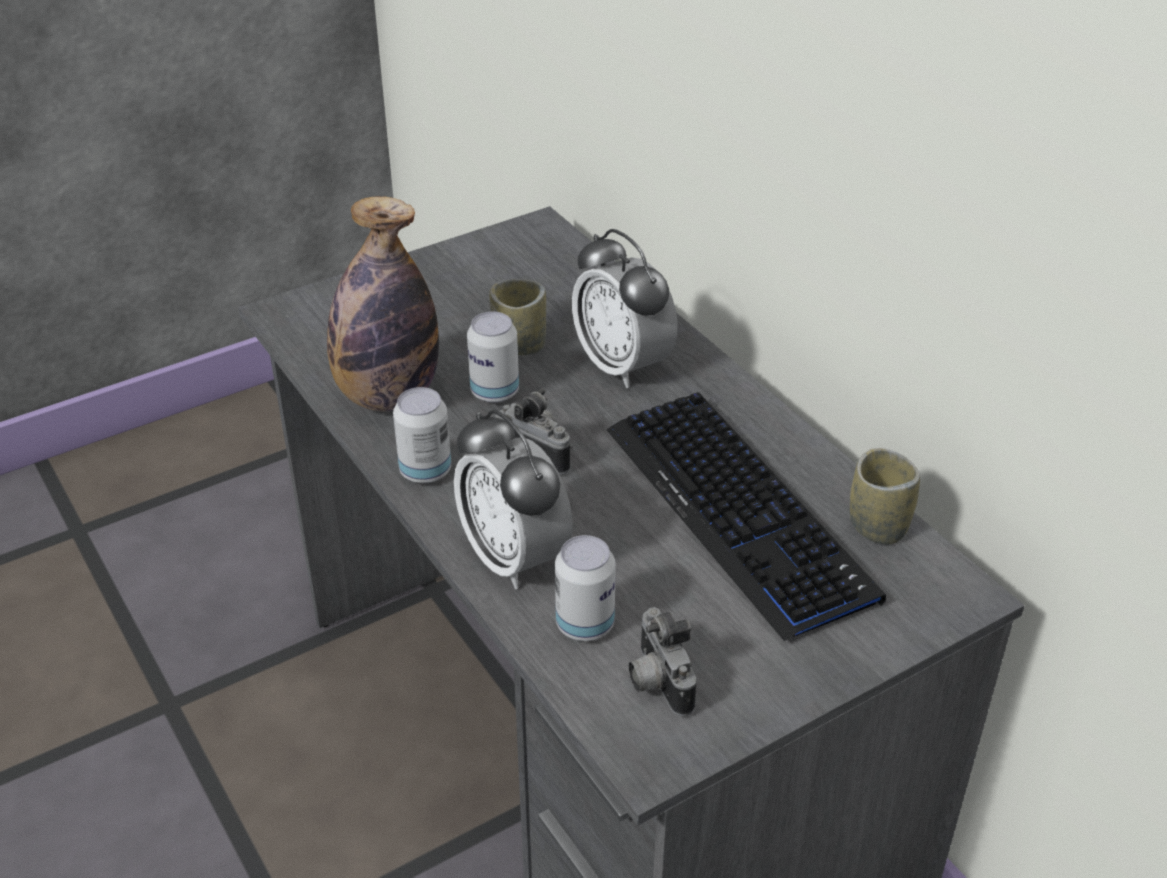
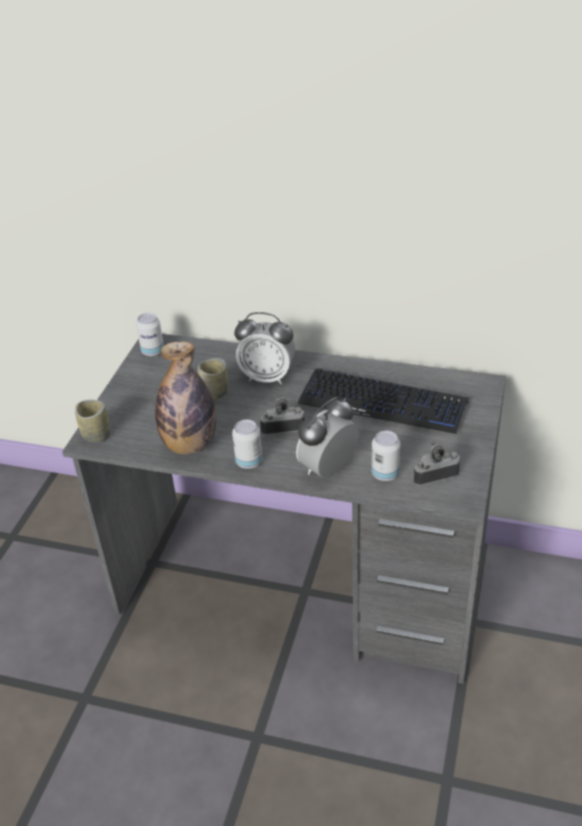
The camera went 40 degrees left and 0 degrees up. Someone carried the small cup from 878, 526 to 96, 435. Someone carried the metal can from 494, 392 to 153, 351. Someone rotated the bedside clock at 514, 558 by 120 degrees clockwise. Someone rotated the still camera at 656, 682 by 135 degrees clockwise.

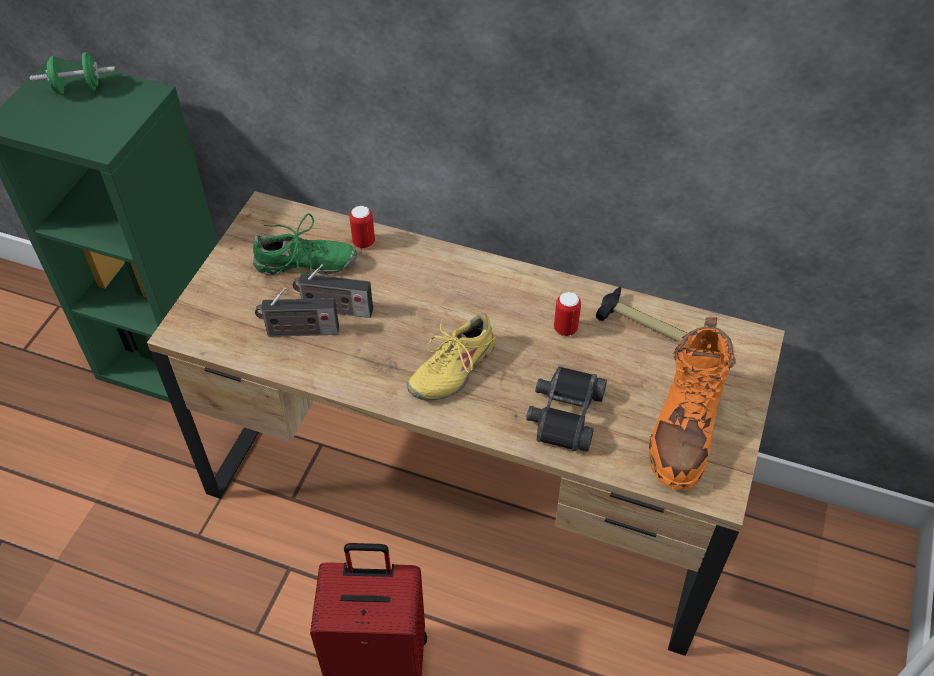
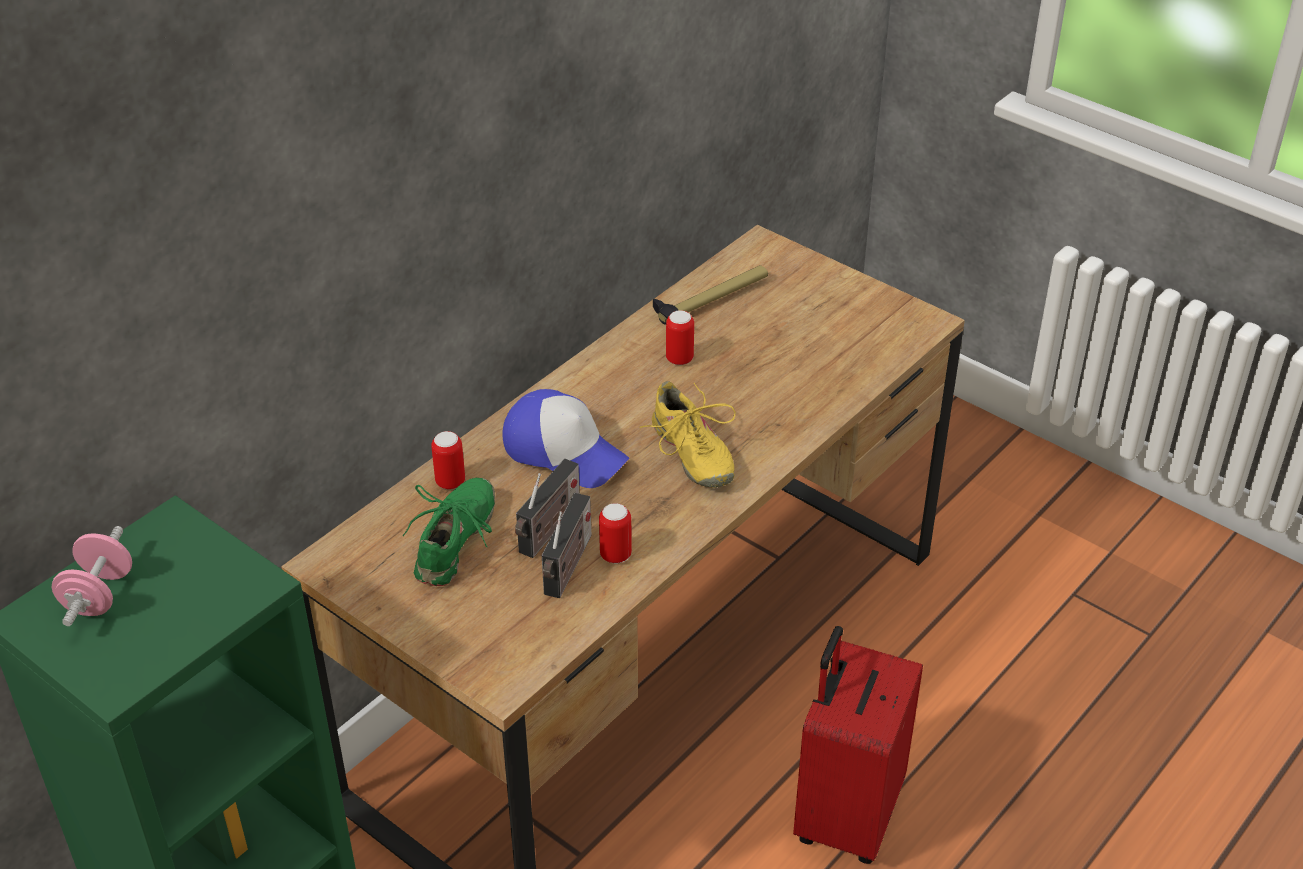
The camera went 70 degrees left and 10 degrees down. Someone repainted the hand weight in greenish at 78, 88, which became the hand weight in pink-coloured at 98, 595. Someone put down the baseball cap at 564, 451. Someone put down the metal can at 615, 555. Someone took away the binoculars in blackish at 564, 414. Someone took away the tall boot in orange-coloured at 684, 429.

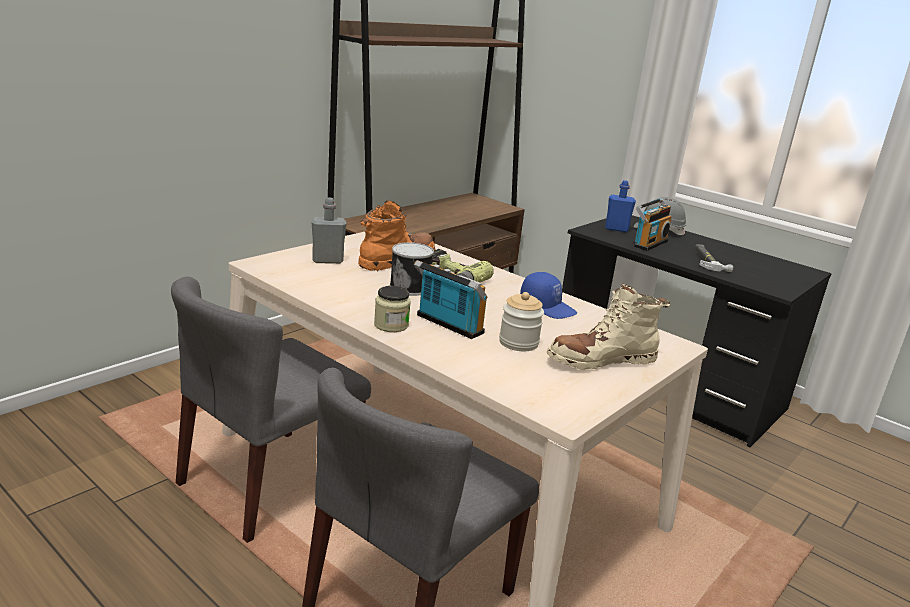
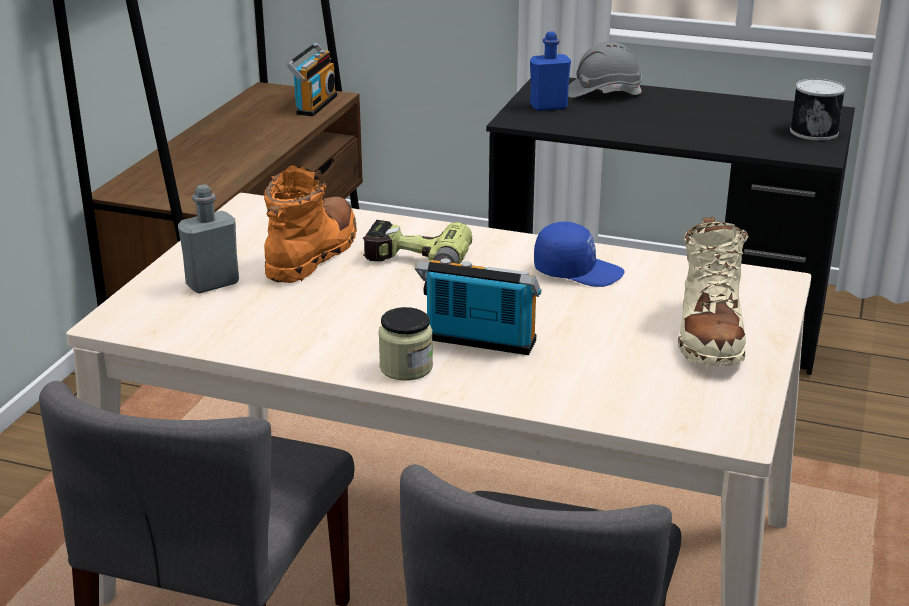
The camera went 20 degrees left and 5 degrees up. Someone carried the radio receiver from 648, 243 to 314, 104. Someone rotated the tall boot in sand-coloured at 601, 360 by 45 degrees counterclockwise. Someone carried the metal can from 411, 287 to 814, 131. Someone took away the jar at 518, 343. Someone took away the hammer at 708, 260.

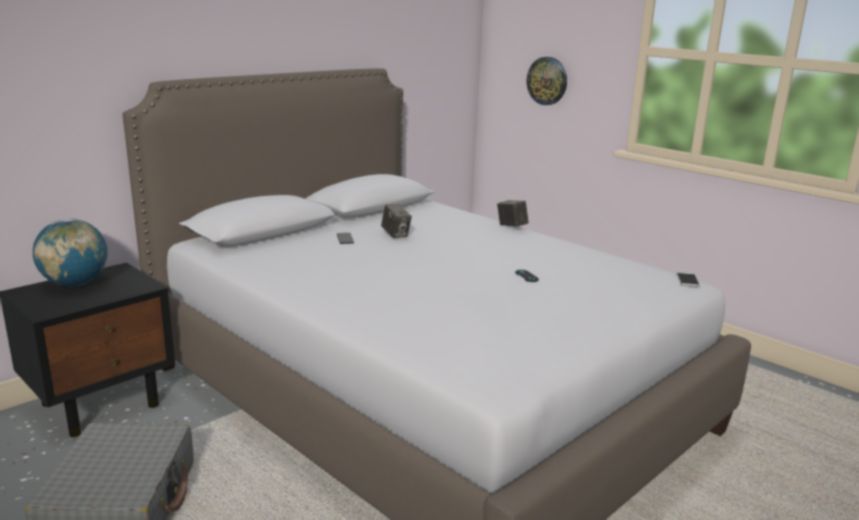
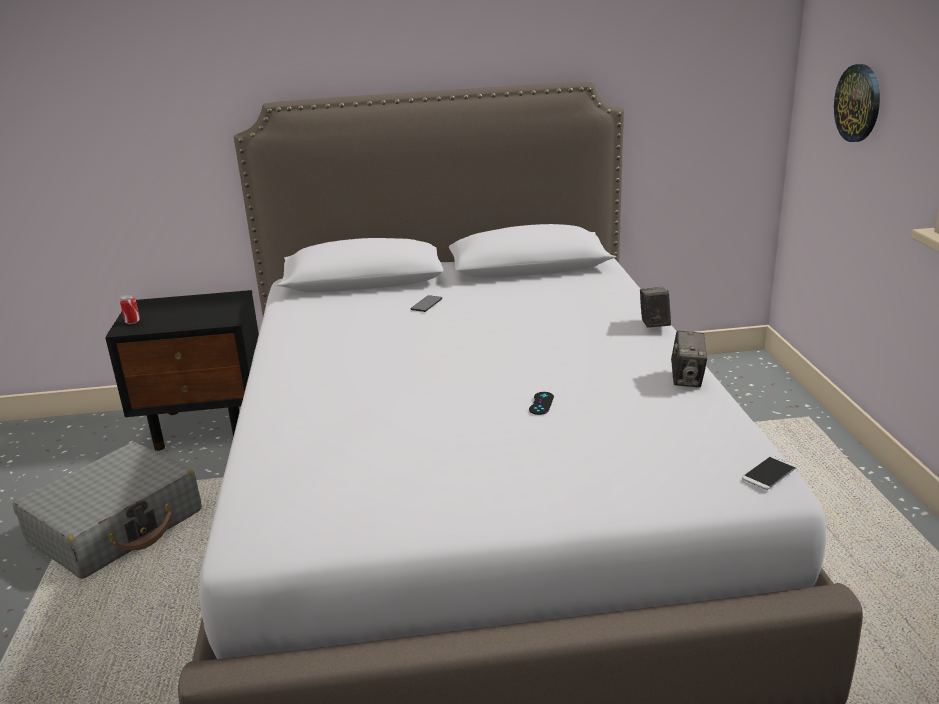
The camera went 40 degrees right and 5 degrees up. Someone put down the metal can at 132, 322. Someone carried the still camera from 395, 235 to 687, 379. Someone took away the desk globe at 75, 284.

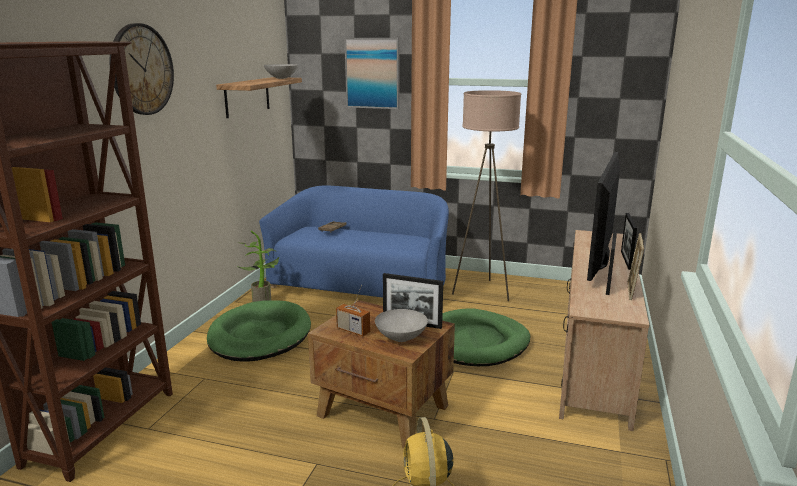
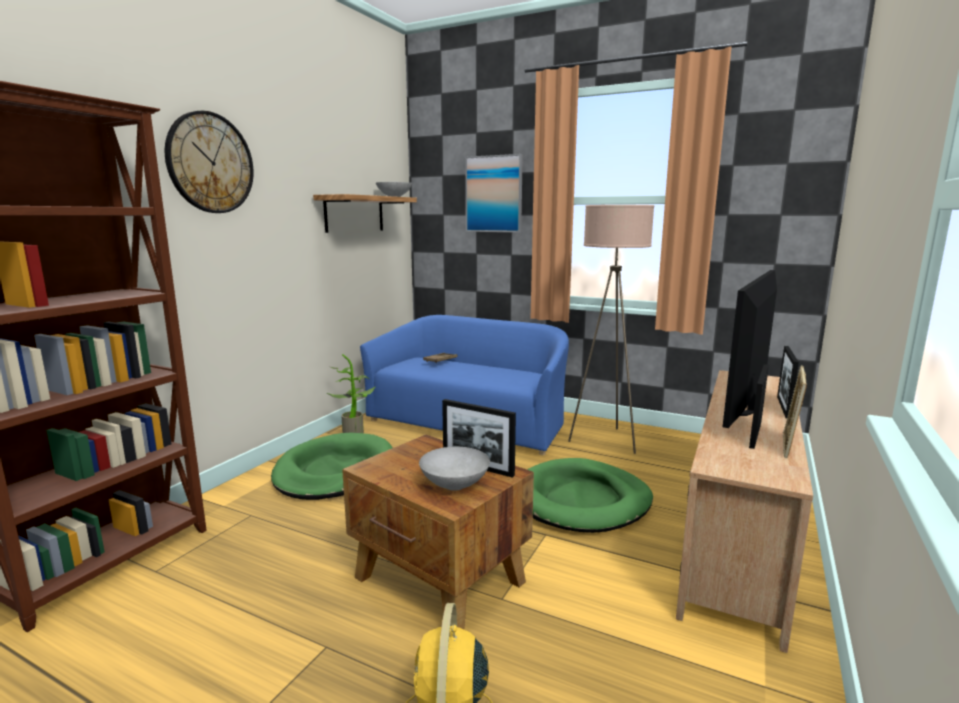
The camera went 10 degrees right and 5 degrees down. Someone took away the radio receiver at 353, 330.

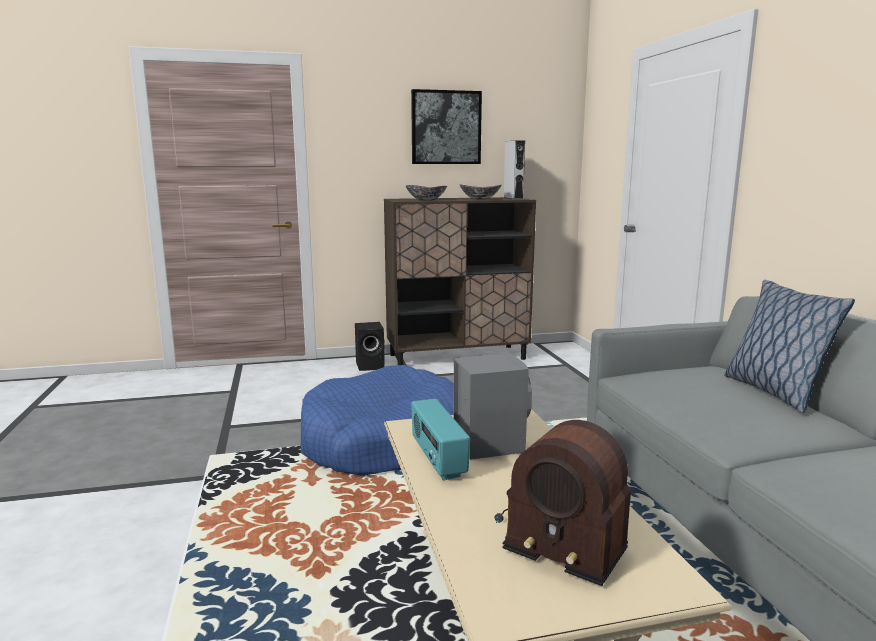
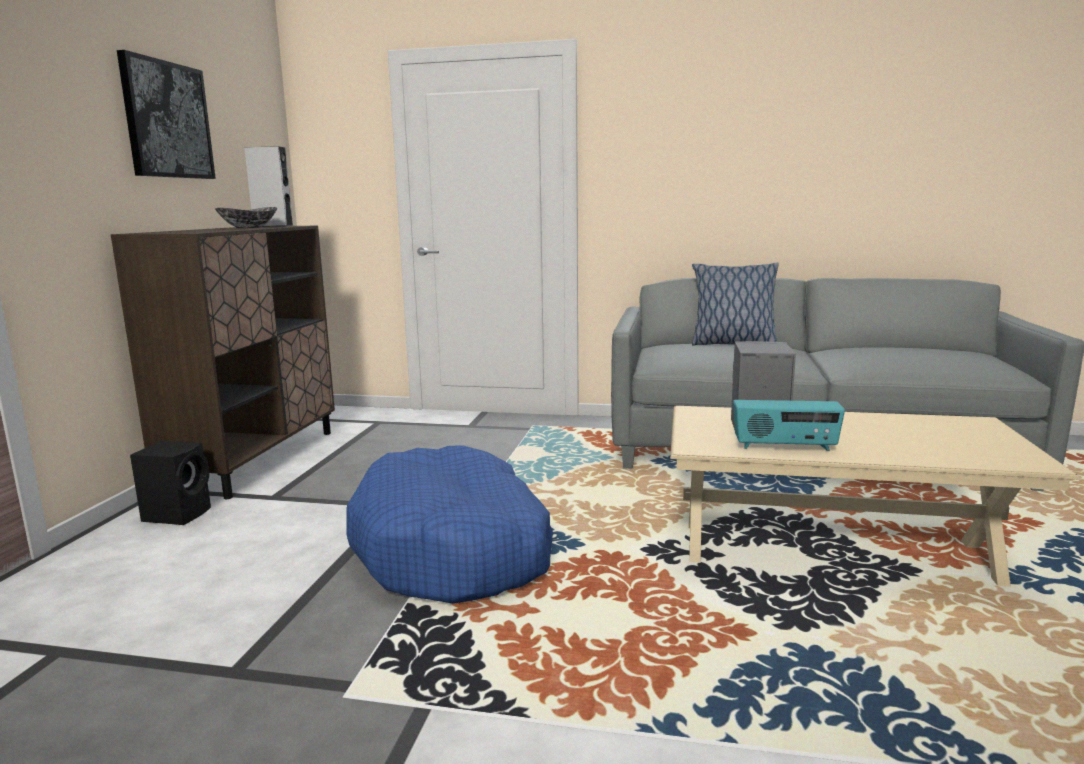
The camera went 65 degrees left and 0 degrees up. Someone took away the deep dish at 426, 200. Someone took away the radio receiver at 558, 532.

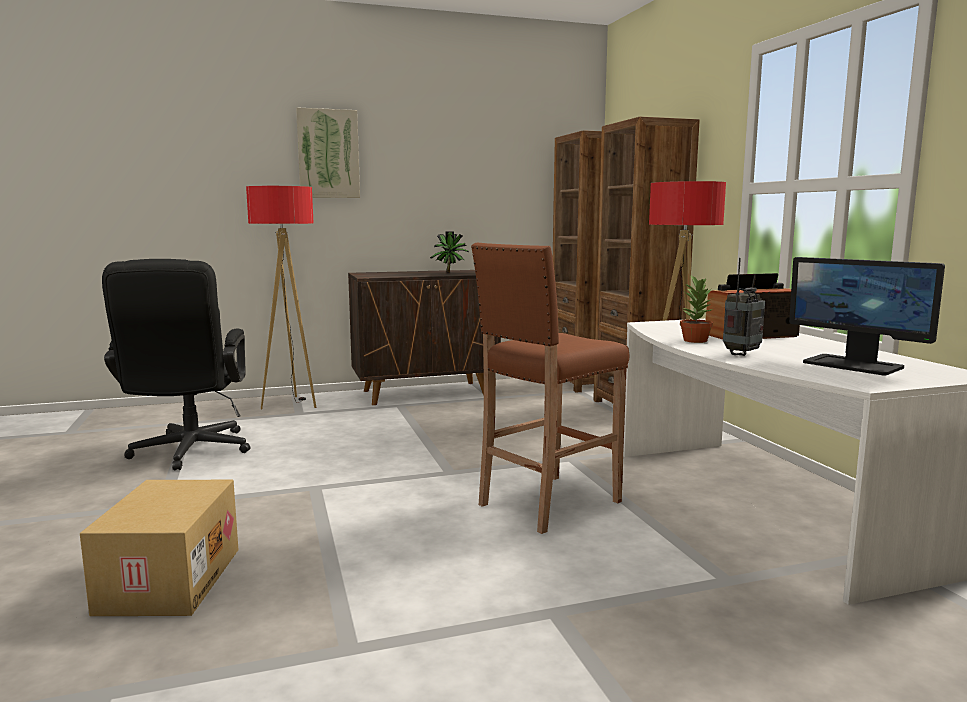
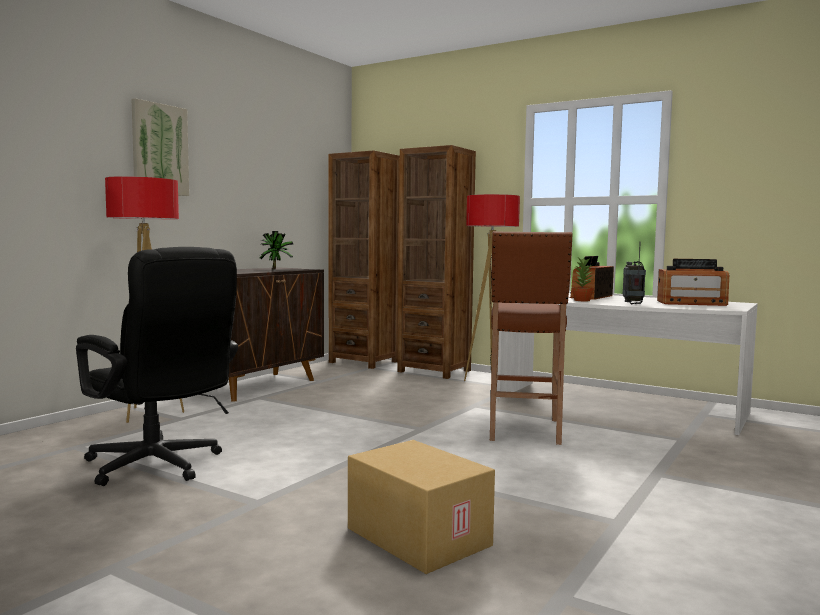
The camera went 40 degrees left and 5 degrees down. Someone swapped the computer display at 854, 365 for the radio receiver at 691, 303.

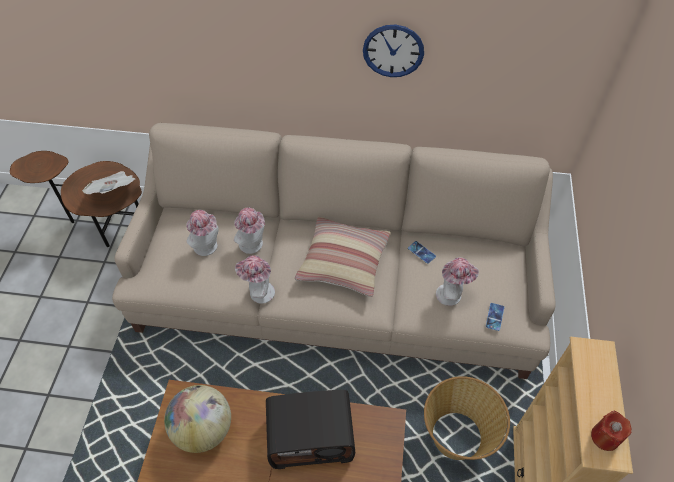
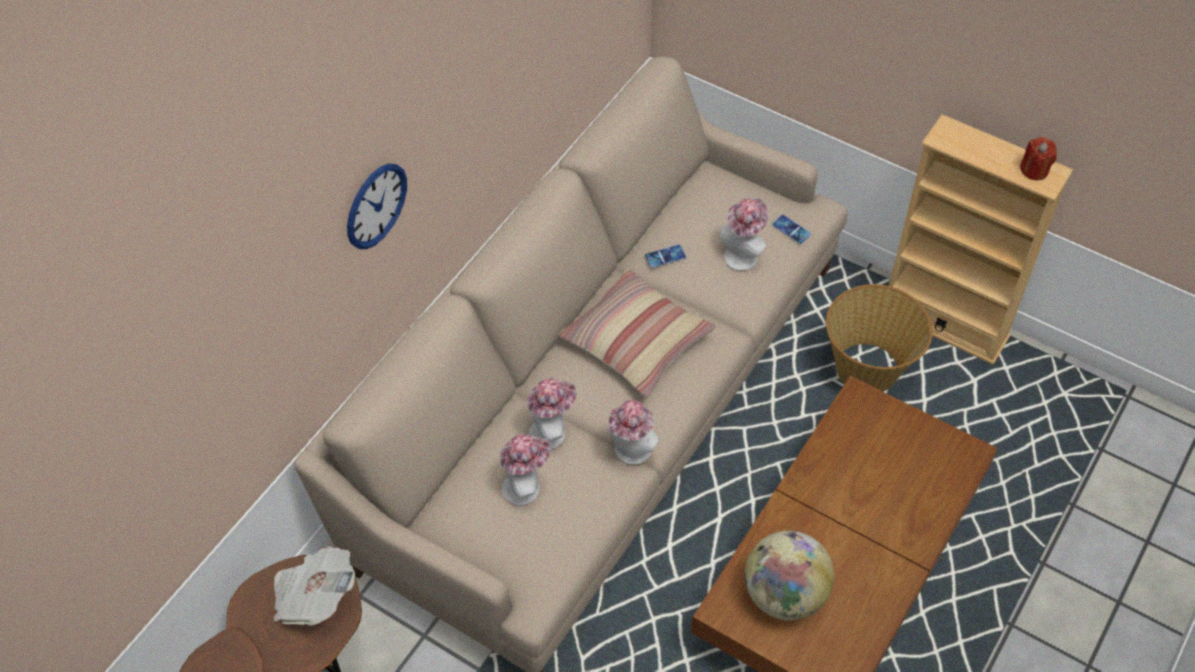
The camera went 65 degrees left and 0 degrees up. Someone carried the hanging clock from 393, 51 to 376, 206. Someone took away the radio receiver at 311, 436.

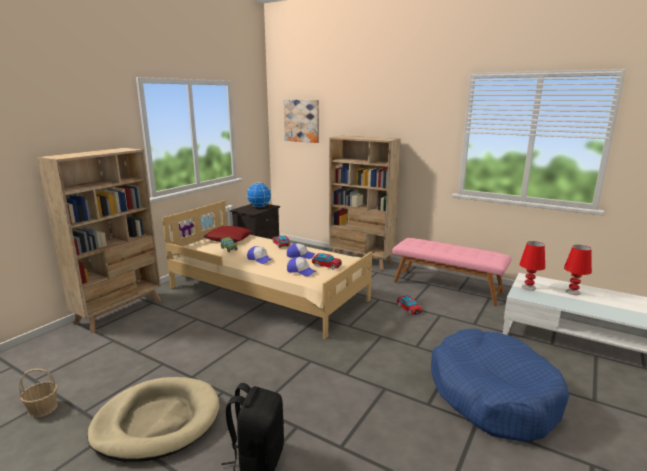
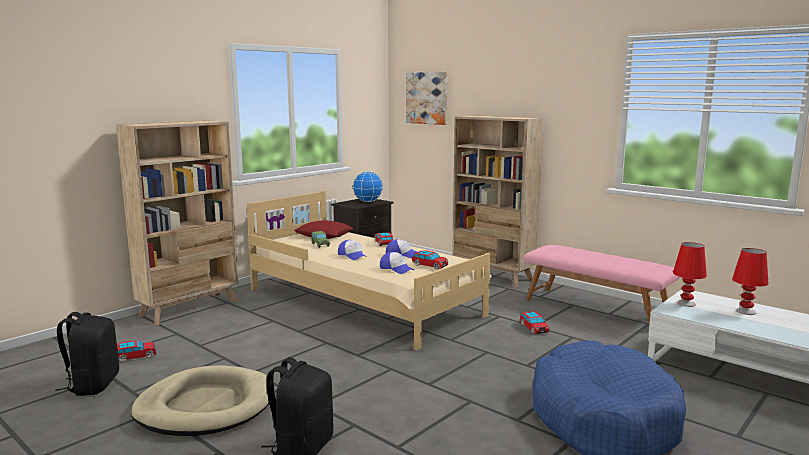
The camera went 10 degrees right and 5 degrees down. Someone swapped the storage basket at 42, 408 for the knapsack in blackish at 93, 385. Someone put down the miniature car at 135, 356.

